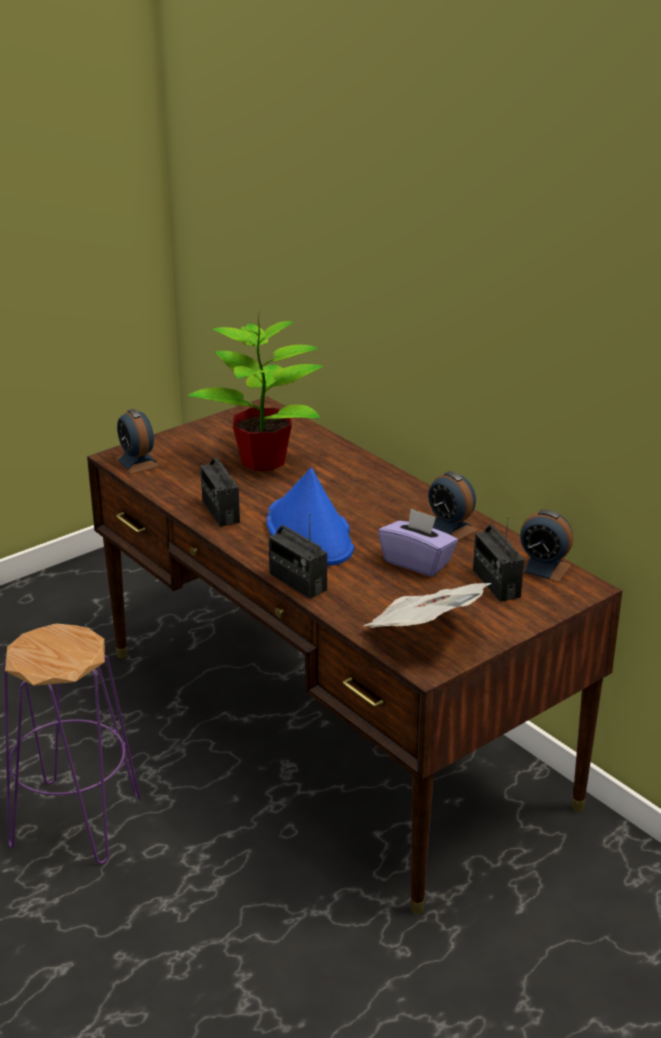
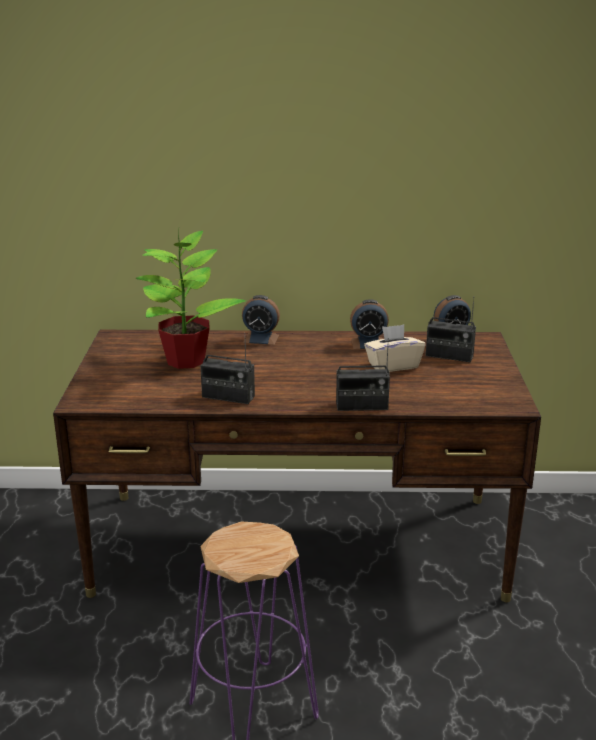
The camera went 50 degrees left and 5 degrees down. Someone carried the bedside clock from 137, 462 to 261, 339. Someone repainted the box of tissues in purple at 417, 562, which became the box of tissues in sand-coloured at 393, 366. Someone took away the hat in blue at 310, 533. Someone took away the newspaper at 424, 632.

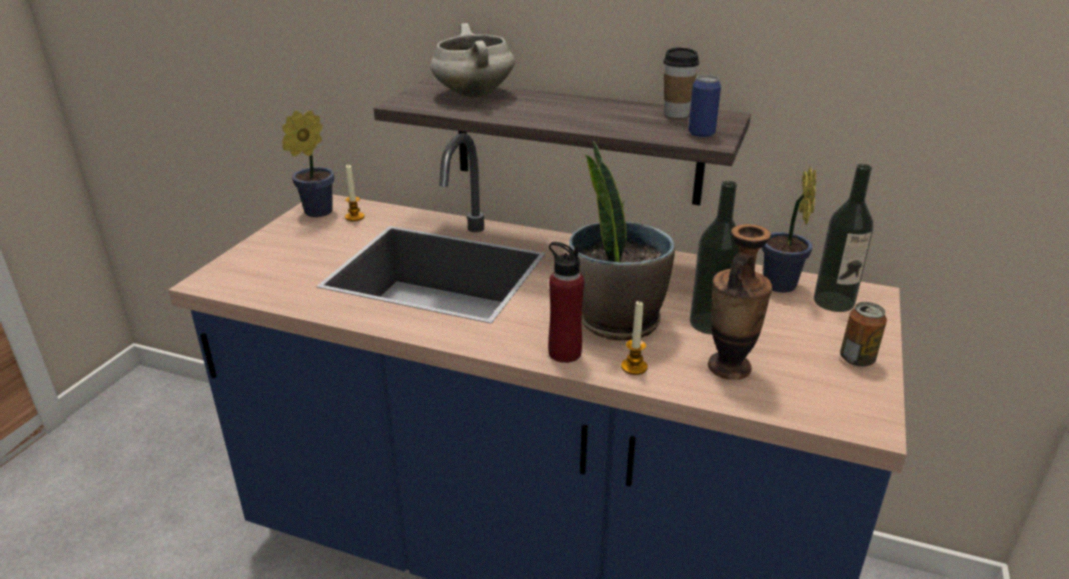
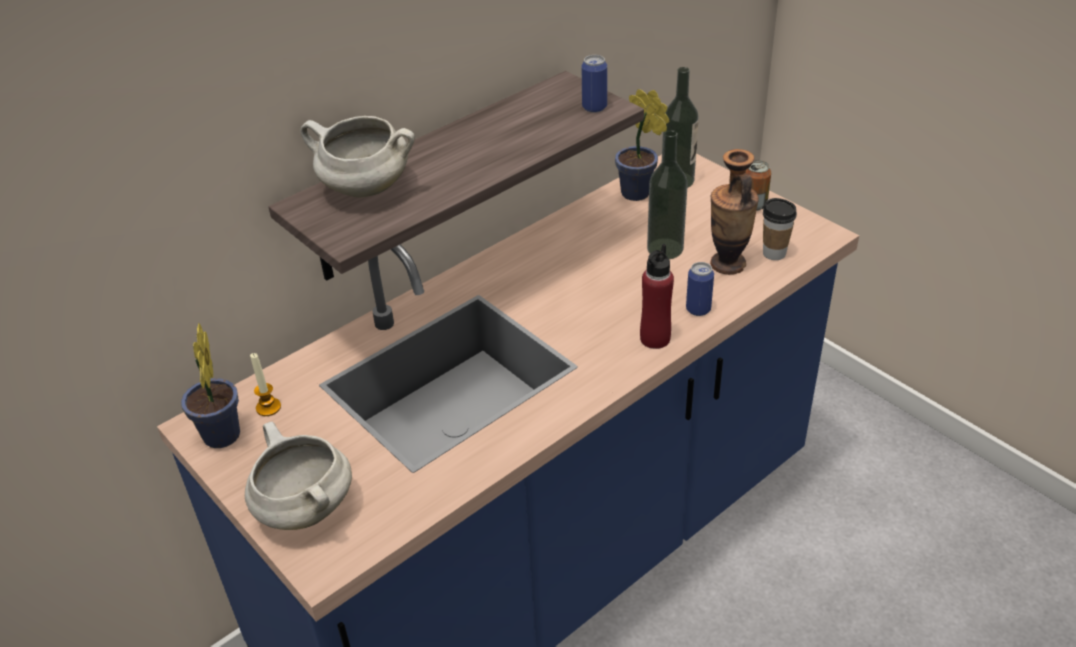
The camera went 60 degrees left and 10 degrees up. Someone put down the stockpot in white at 303, 508. Someone swapped the wax light at 634, 367 for the metal can at 698, 309. Someone carried the small cup from 676, 114 to 774, 253. Someone took away the plant in a pot at 616, 321.

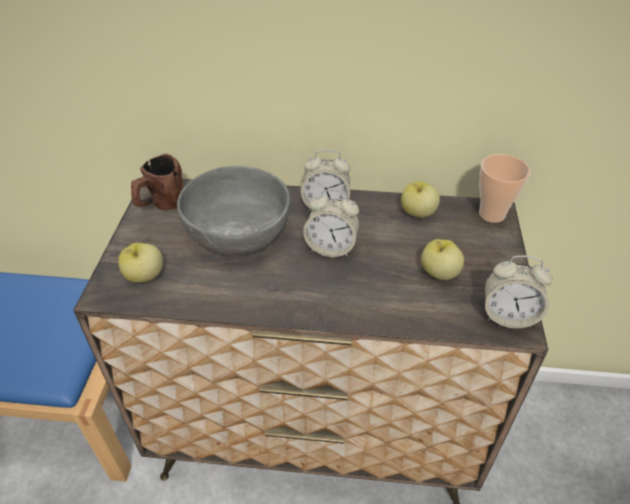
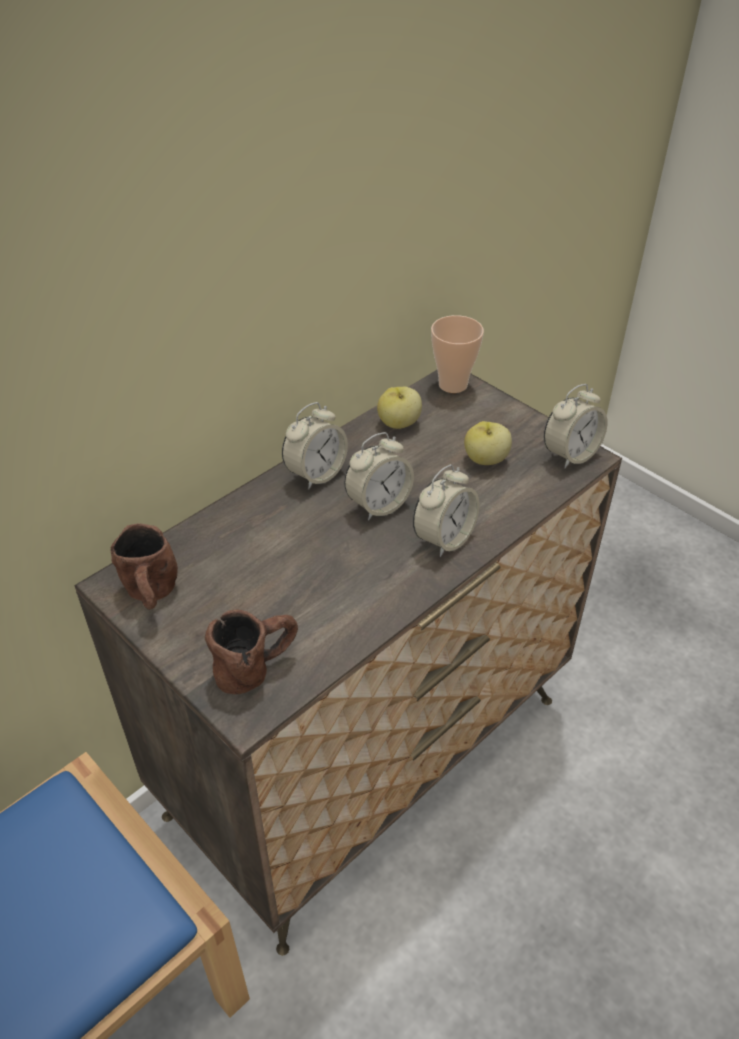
The camera went 50 degrees left and 0 degrees up. Someone swapped the apple at 144, 276 for the coffee mug in brown at 257, 666. Someone put down the bedside clock at 444, 538. Someone took away the deep dish in grey at 238, 231.

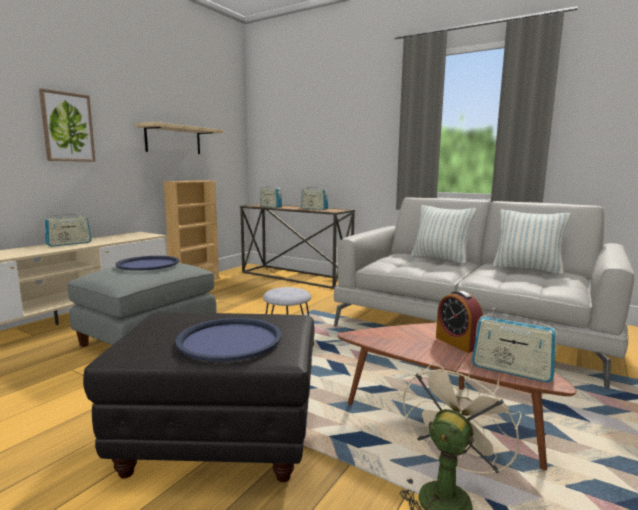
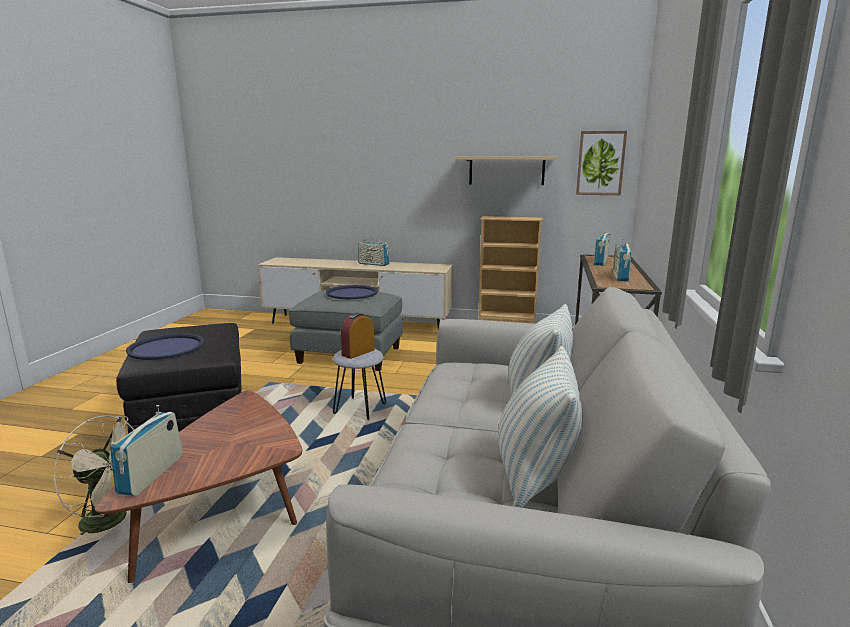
The camera went 70 degrees right and 5 degrees up. Someone carried the bedside clock from 457, 343 to 358, 352. Someone carried the picture from 67, 127 to 600, 163.

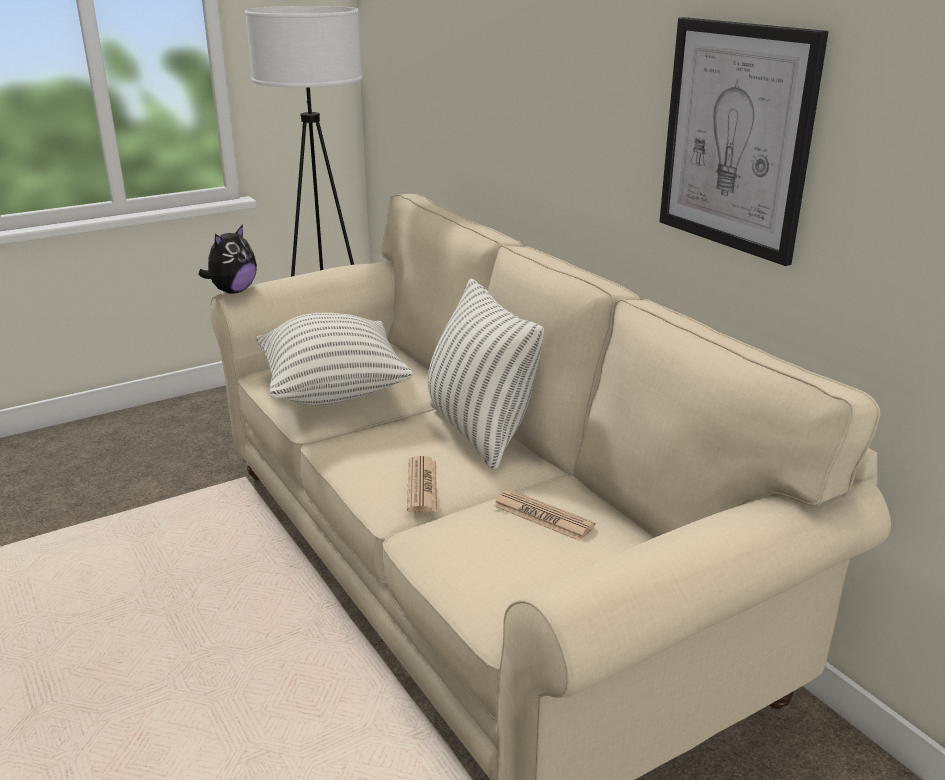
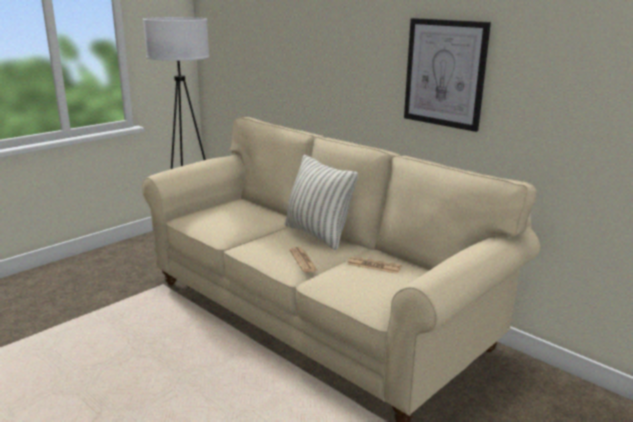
The camera went 15 degrees left and 5 degrees down. Someone took away the cuddly toy at 233, 291. Someone took away the throw pillow at 333, 391.

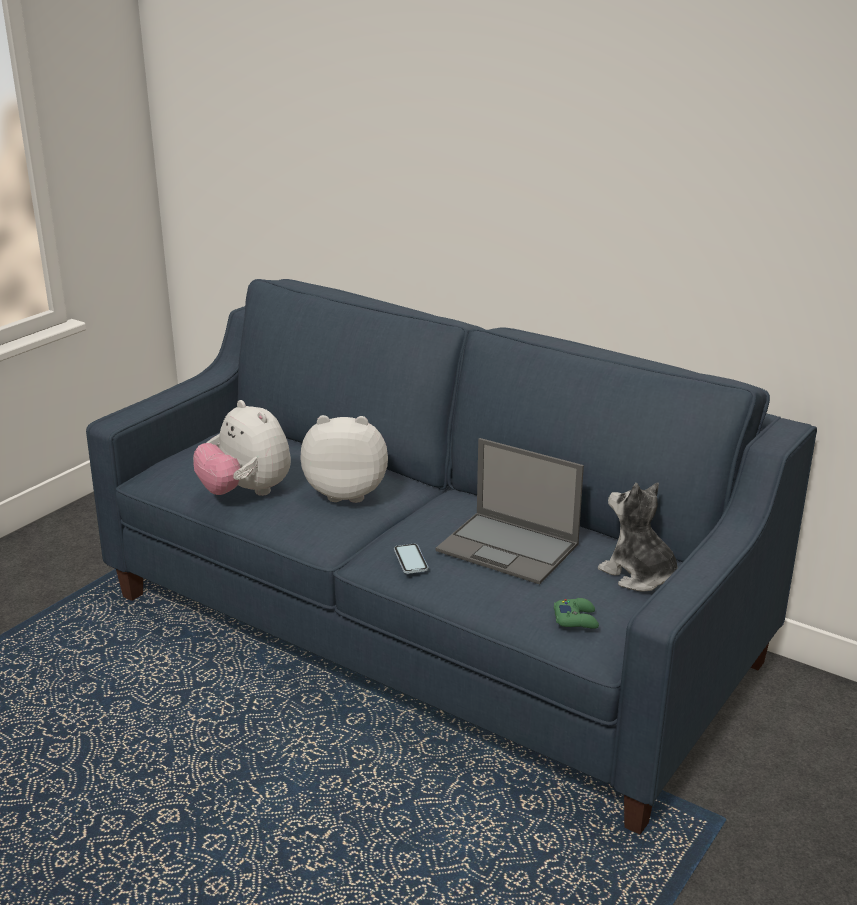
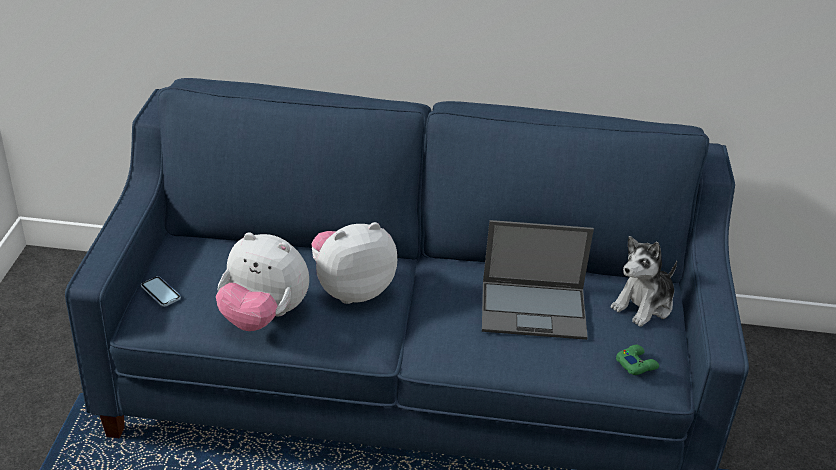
The camera went 30 degrees left and 10 degrees up. Someone carried the phone from 410, 560 to 160, 292. Someone rotated the cuddly toy at 639, 575 by 60 degrees counterclockwise.

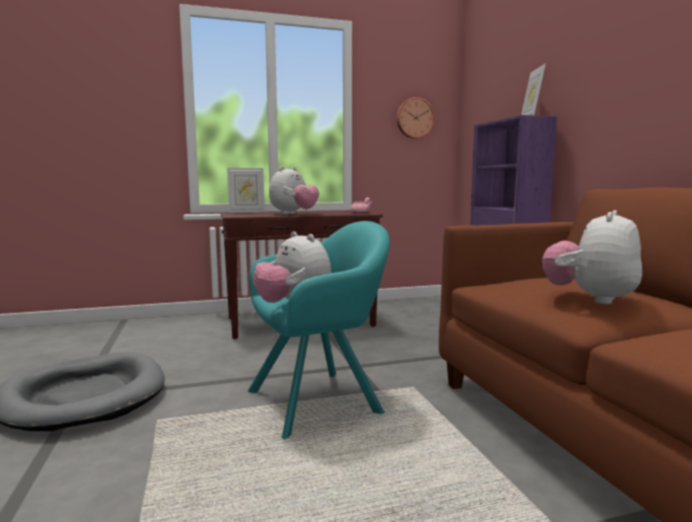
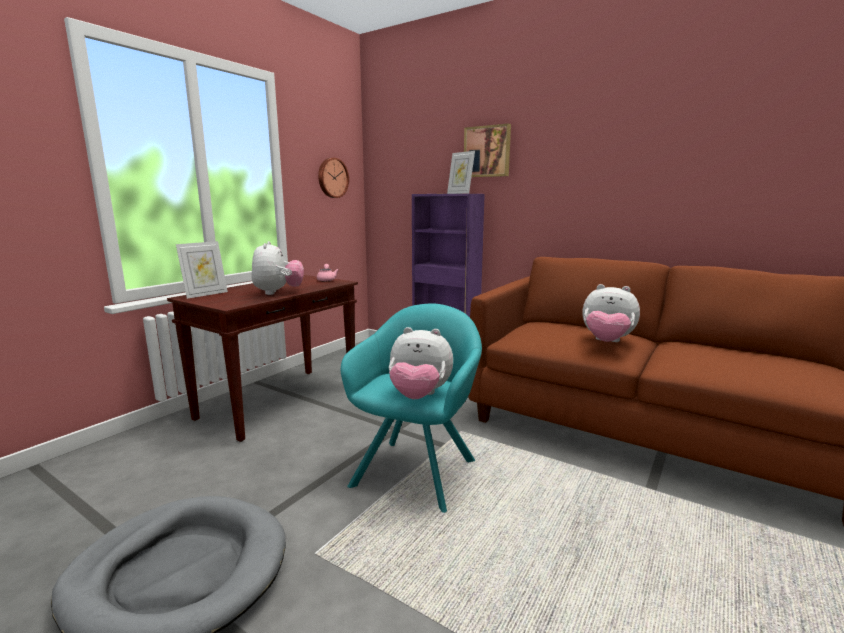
The camera went 40 degrees left and 5 degrees up. Someone put up the picture at 487, 151. Someone rotated the cuddly toy at 590, 299 by 60 degrees counterclockwise.

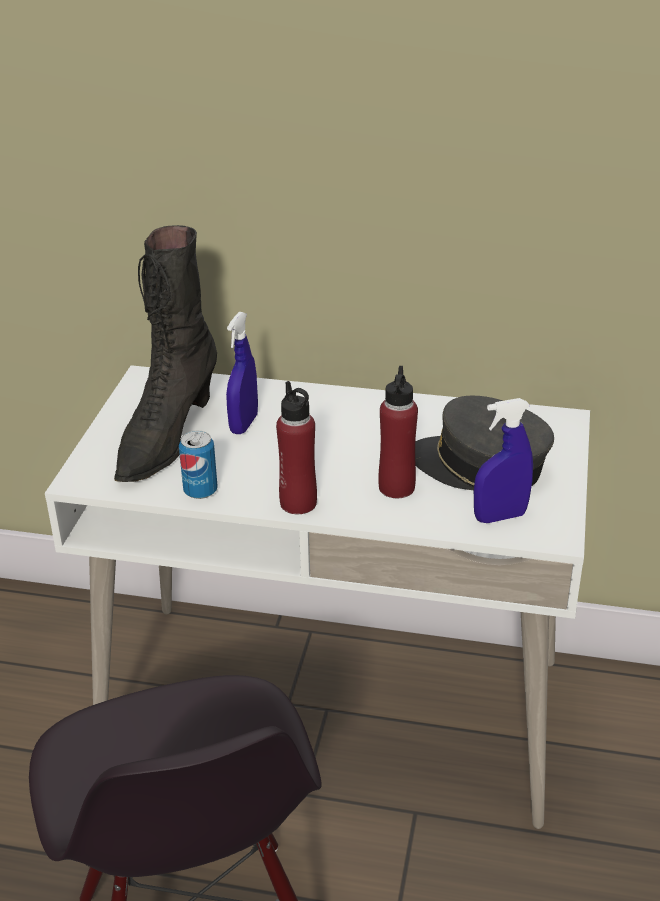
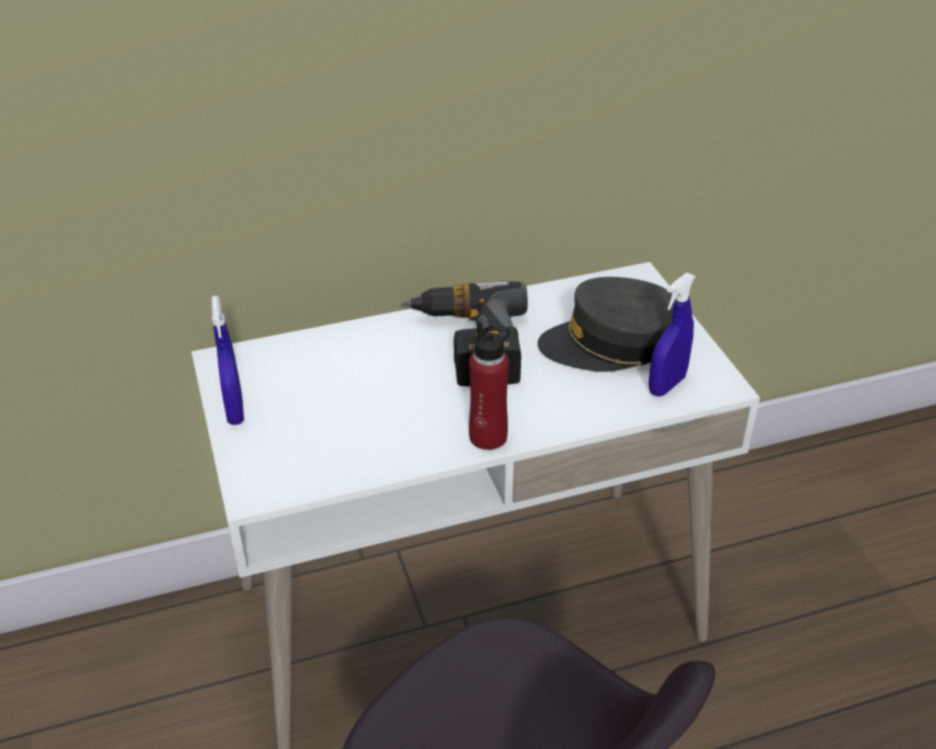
The camera went 30 degrees left and 5 degrees up. Someone carried the hand sprayer in blue from 244, 424 to 235, 410. Someone put down the power drill at 467, 345. Someone took away the tall boot in blackish at 166, 438. Someone took away the metal can at 200, 491. Someone took away the bottle in reddish at 396, 487.

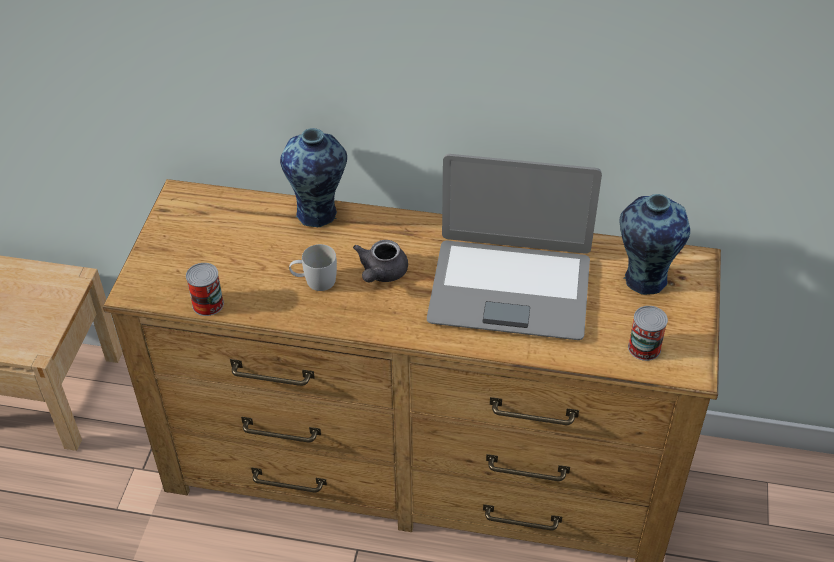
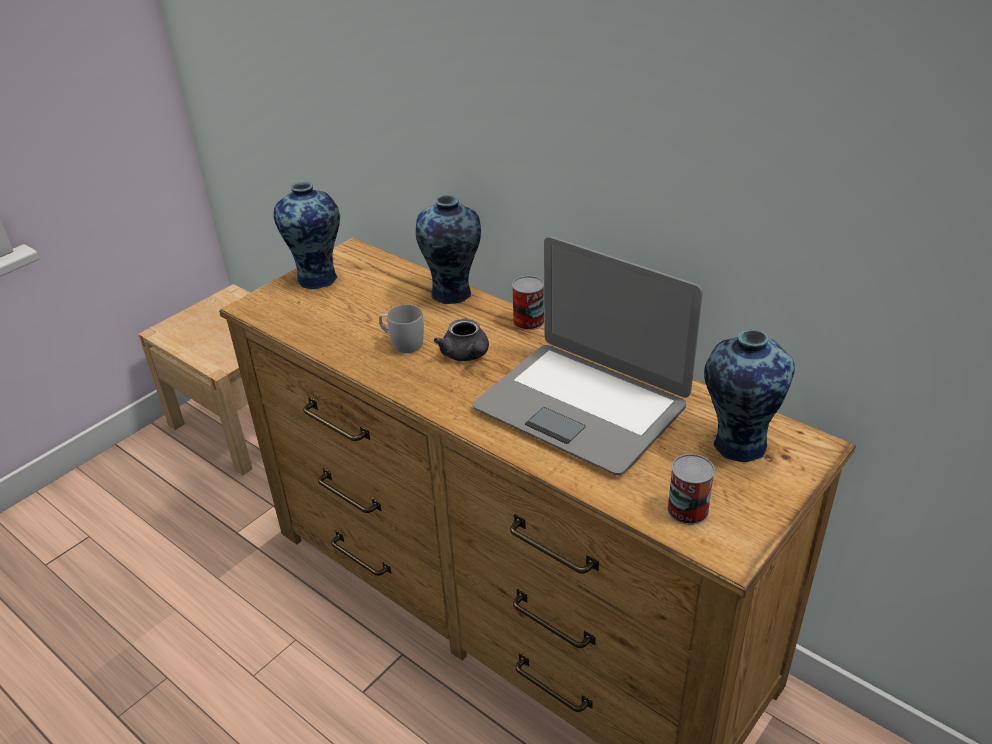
The camera went 30 degrees right and 10 degrees down. Someone put down the vase at 318, 278. Someone rotated the tea pot in grey at 381, 273 by 75 degrees counterclockwise. Someone carried the metal can from 208, 304 to 528, 321.

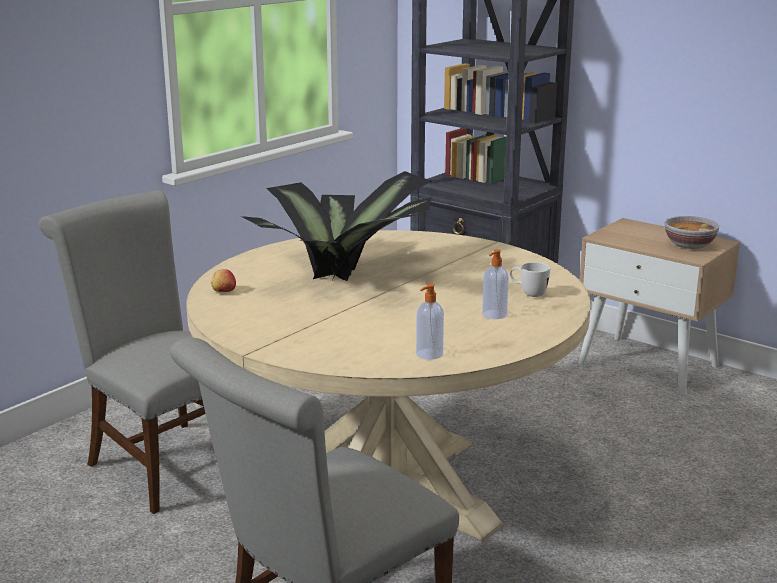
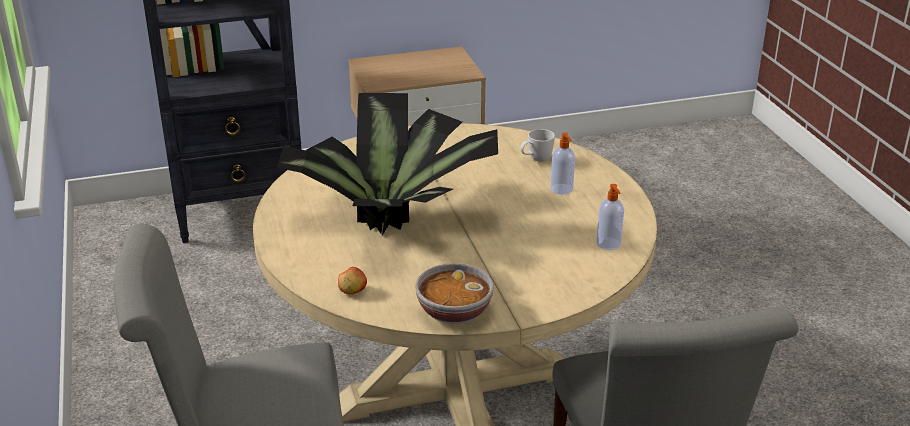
The camera went 55 degrees left and 10 degrees up. Someone carried the deep dish from 688, 245 to 453, 312.

